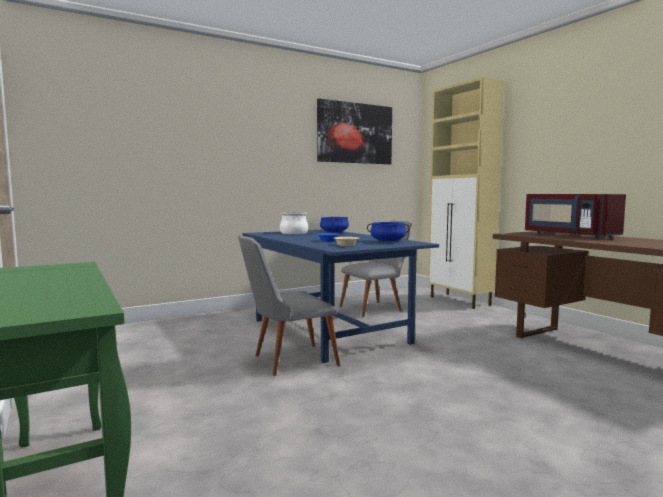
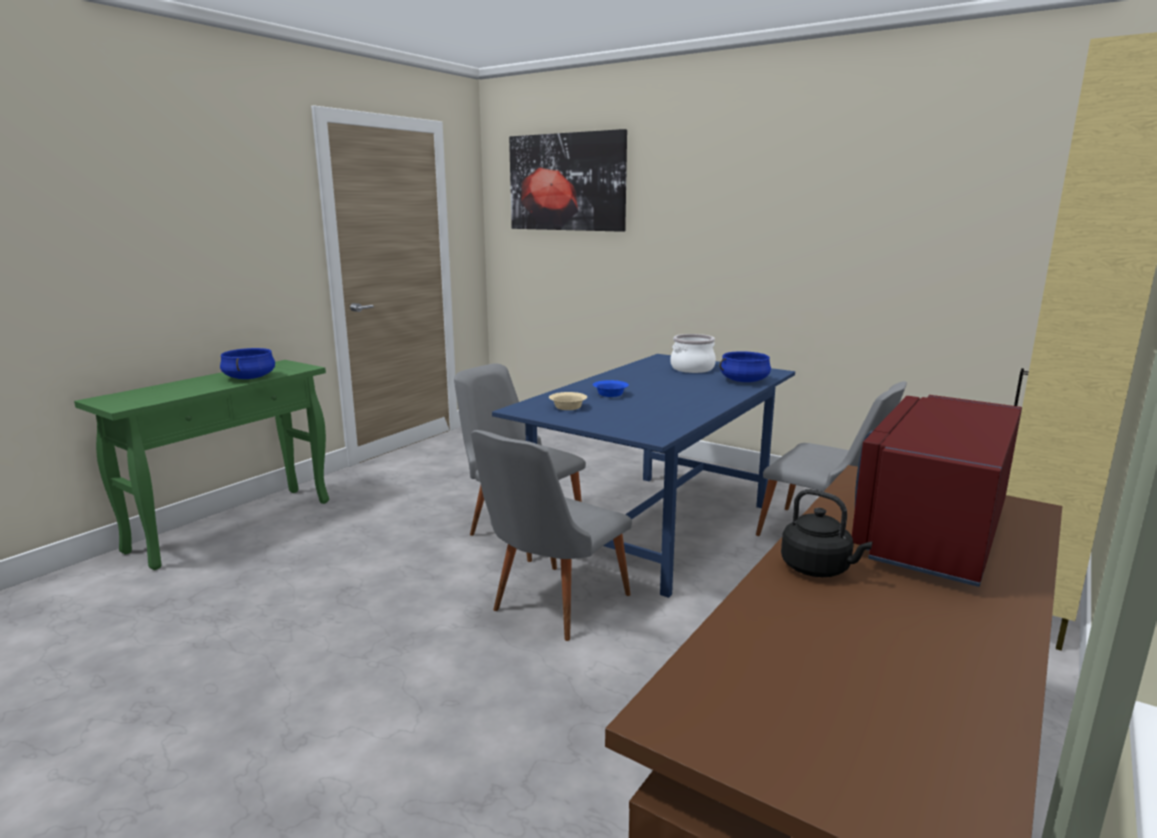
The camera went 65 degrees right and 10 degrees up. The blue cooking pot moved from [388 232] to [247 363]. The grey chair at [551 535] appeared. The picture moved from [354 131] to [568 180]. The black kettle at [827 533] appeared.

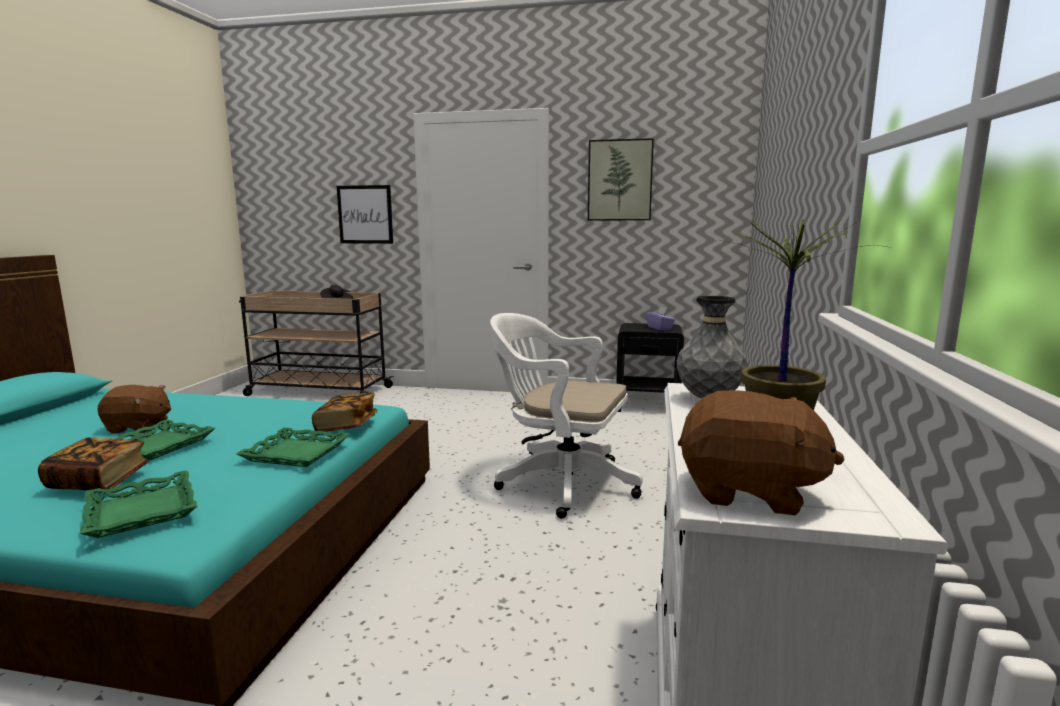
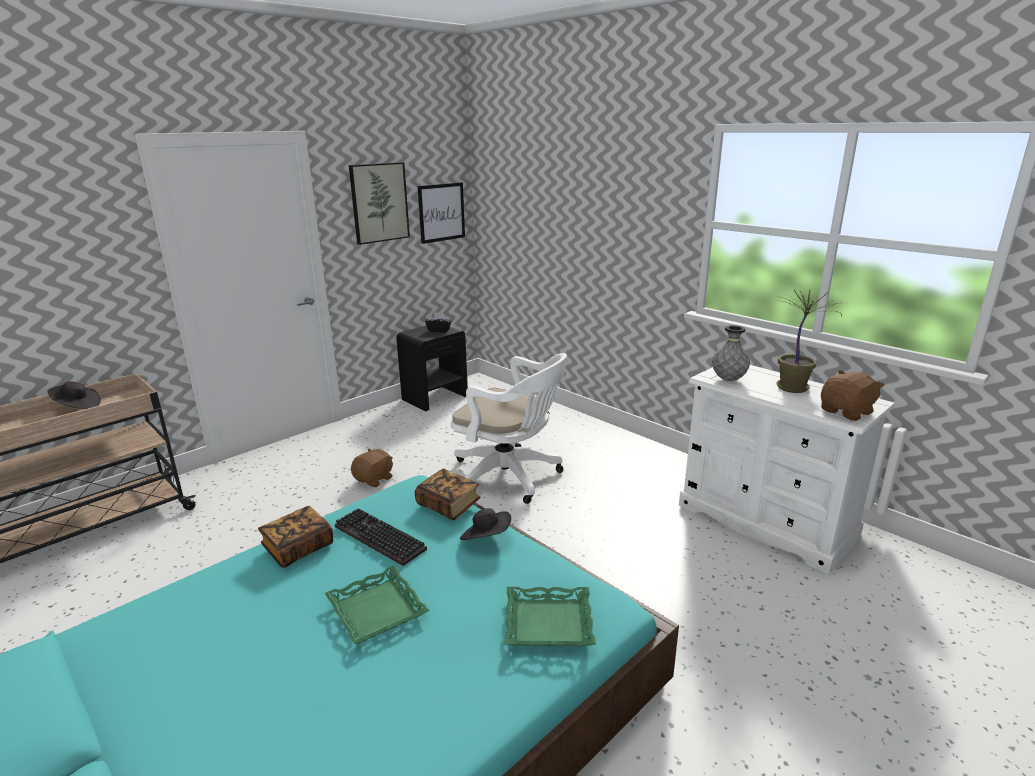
The camera went 55 degrees left and 10 degrees up. The book moved from [93 463] to [295 537]. The keyboard at [381 537] appeared. The brown plush toy moved from [134 409] to [372 467]. The picture moved from [365 214] to [441 213]. The purple tissue box at [660 318] became the black tissue box at [438 322]. The white office chair at [566 416] turned 120 degrees counterclockwise. The green tray at [293 447] was replaced by the black hat at [485 524].

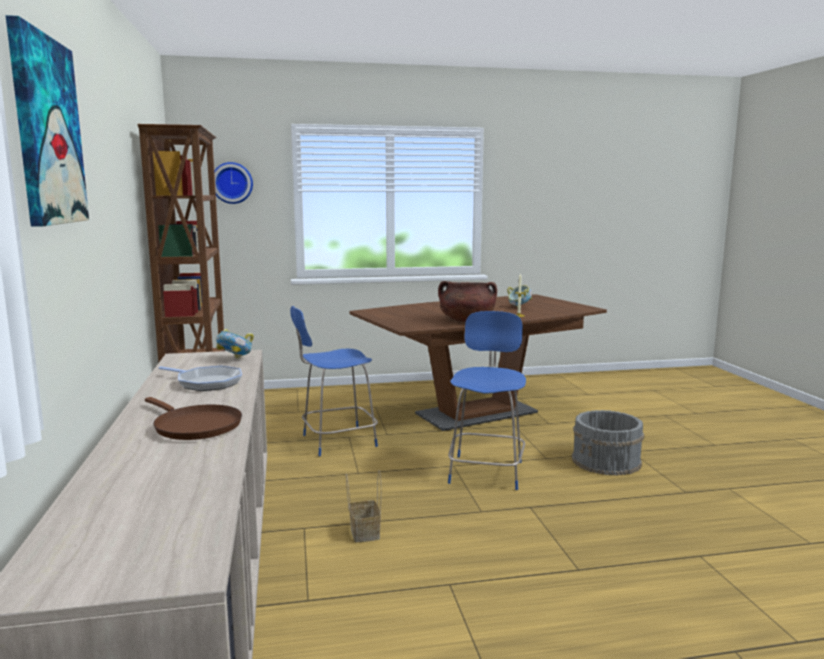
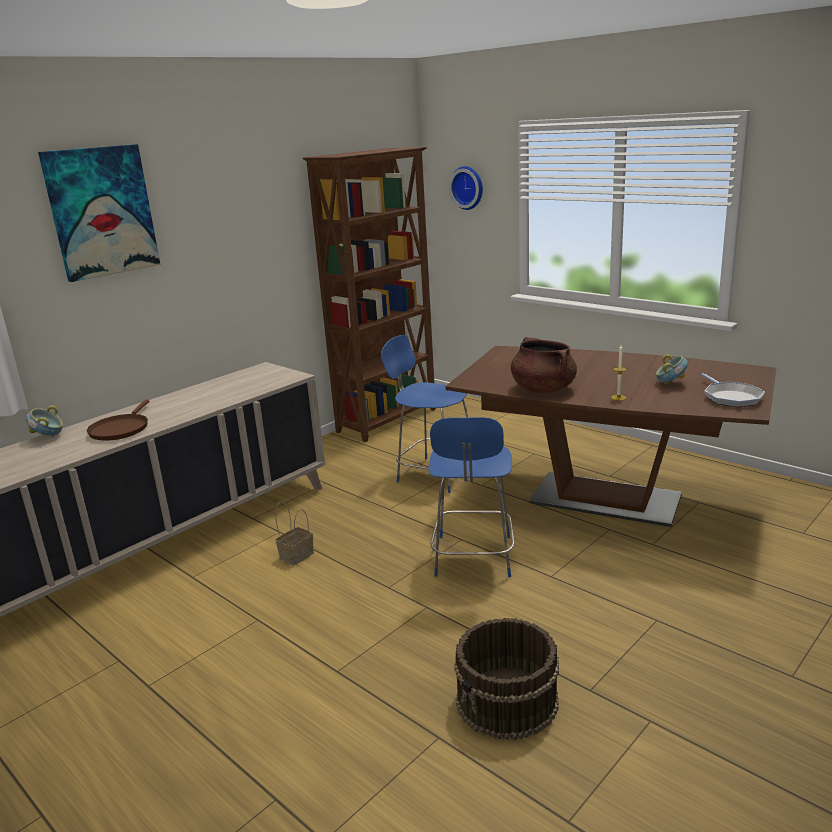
The camera went 55 degrees right and 10 degrees up. The bowl moved from [235 344] to [44 421]. The blue chair at [487 400] turned 120 degrees clockwise. The brown bucket at [506 679] appeared. The frying pan moved from [200 378] to [733 390]. The grey bucket at [608 443] disappeared.

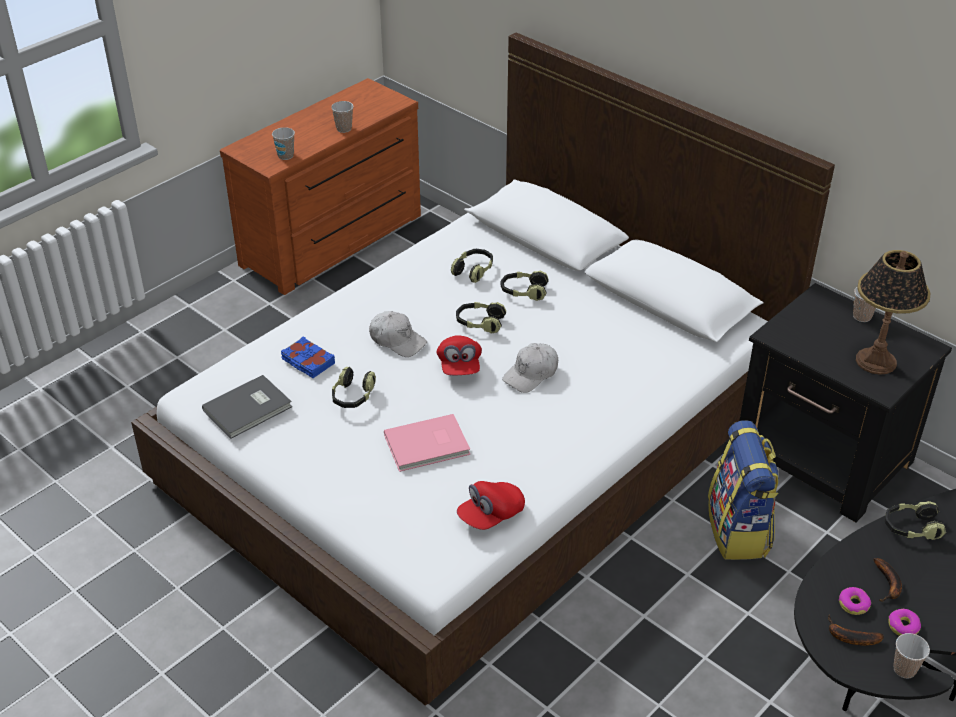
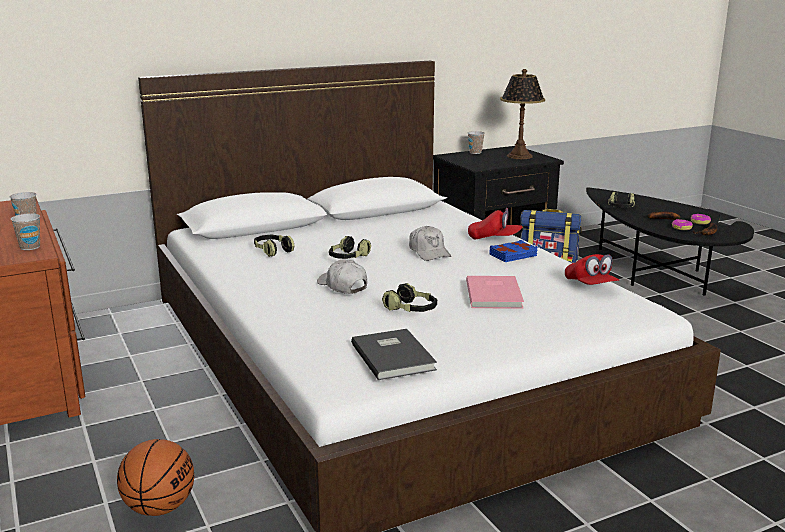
The camera went 70 degrees left and 20 degrees down. The basketball at [155 477] appeared. The white cap at [398 334] turned 90 degrees counterclockwise. The red cap moved from [459 355] to [495 224]. The blue book moved from [308 357] to [513 251]. The headphones at [524 286] disappeared. The cup at [911 656] disappeared.

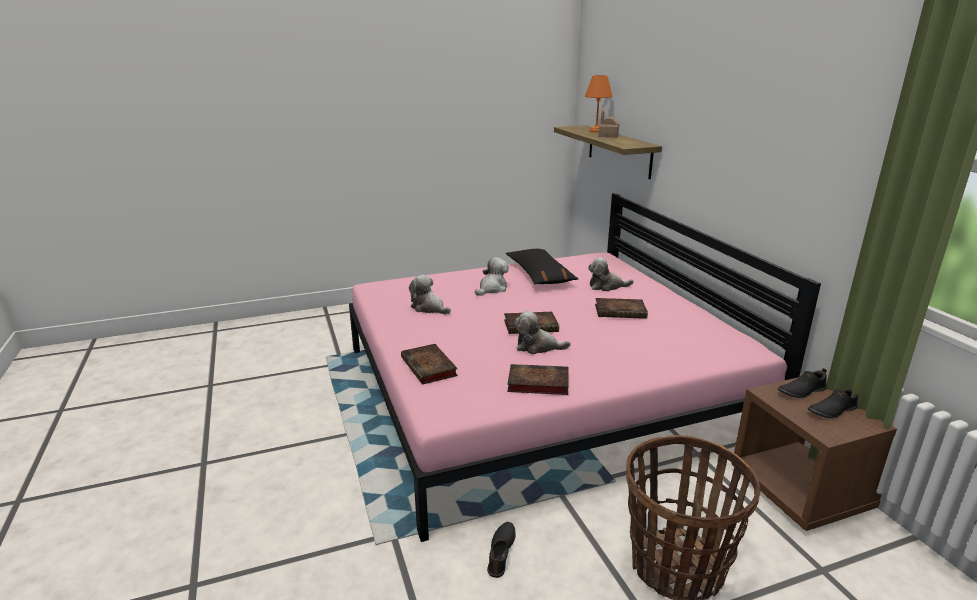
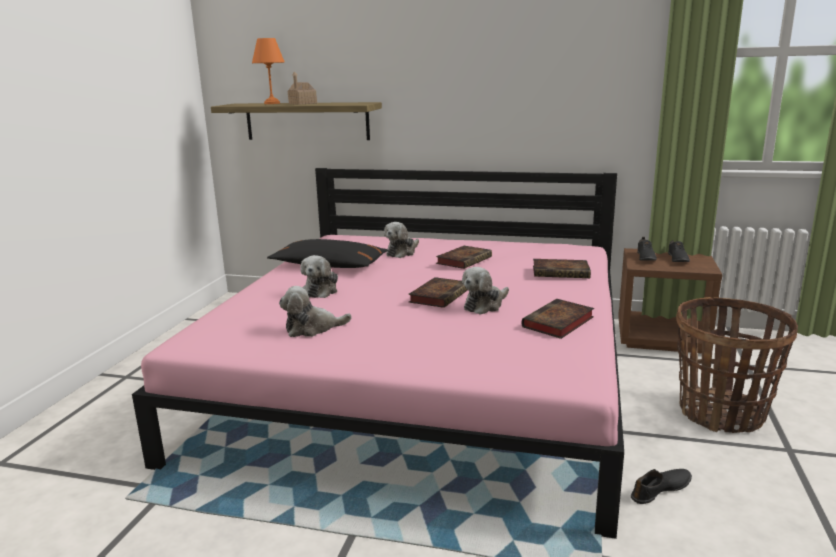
The camera went 55 degrees left and 5 degrees down. The plush toy at [492 276] turned 150 degrees counterclockwise. The book moved from [429 364] to [562 268]. The black shoe at [501 550] turned 105 degrees clockwise.

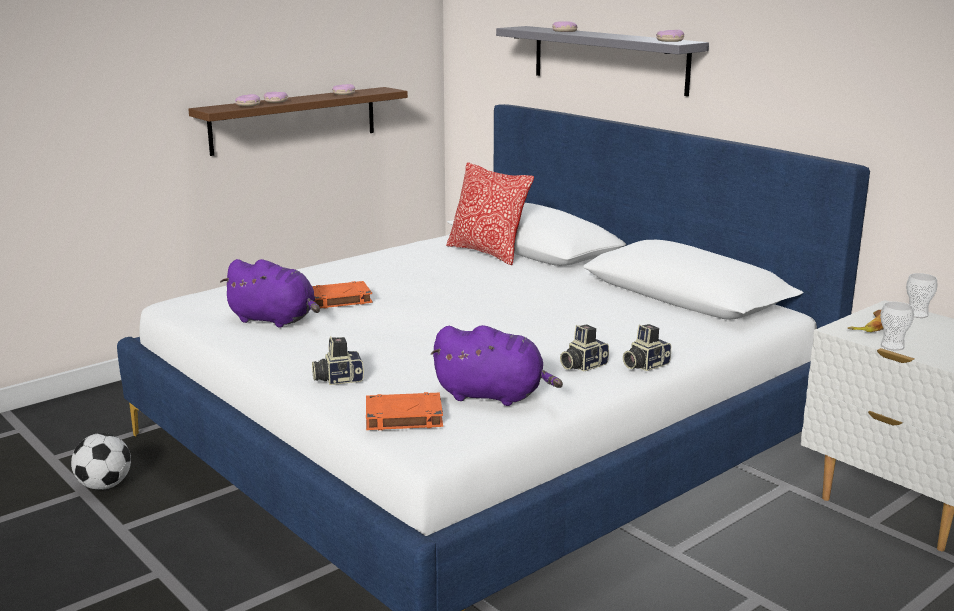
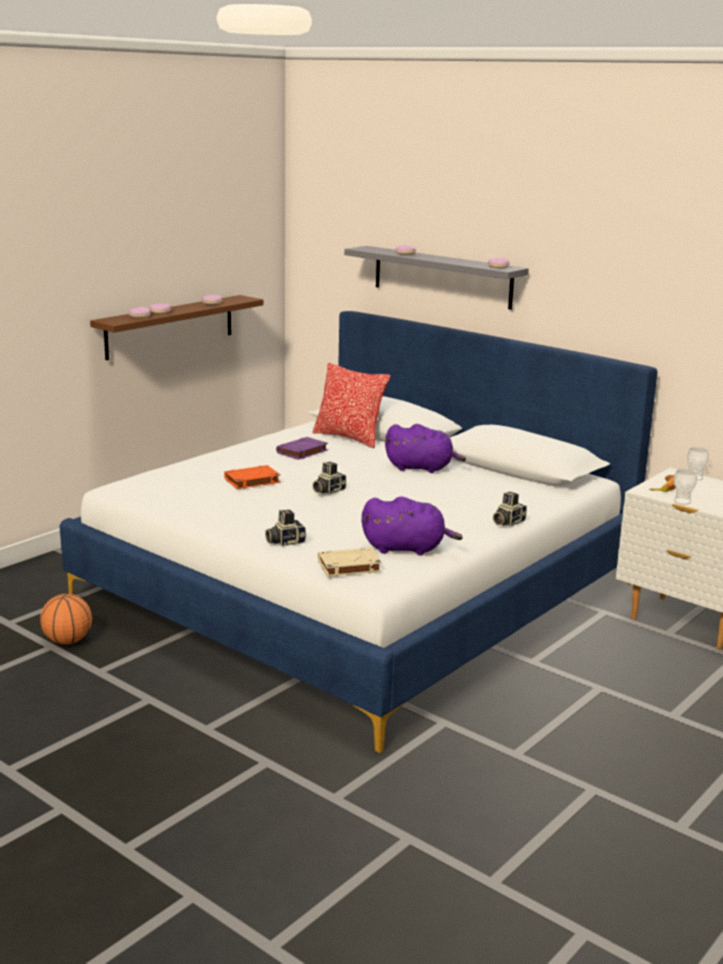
The camera went 10 degrees left and 0 degrees up. The football at [101 461] was replaced by the basketball at [66 619]. The purple book at [302 448] appeared. The photo camera moved from [584 348] to [329 478]. The orange book at [404 411] became the beige book at [350 562]. The purple plush toy moved from [270 293] to [425 448].

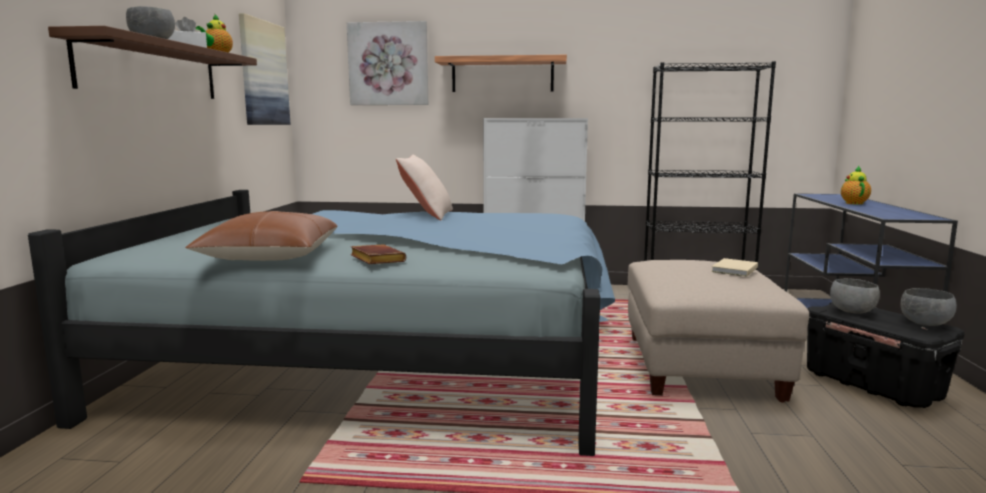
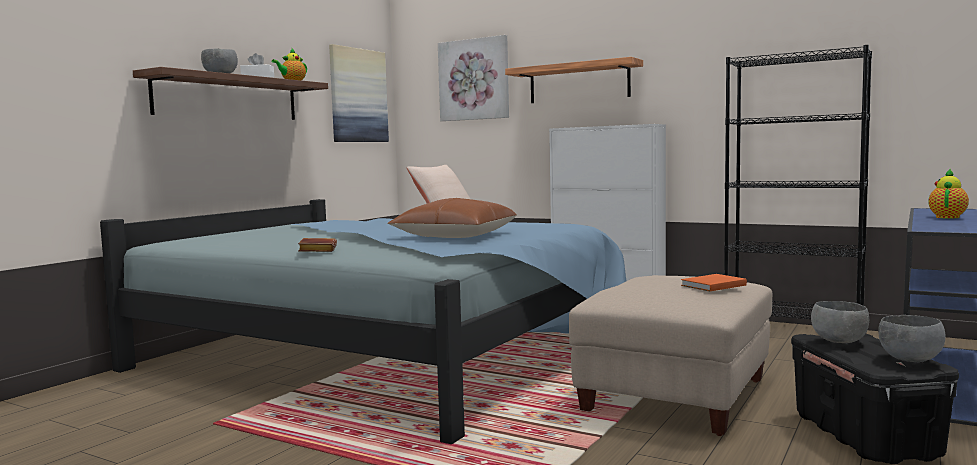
The camera went 25 degrees right and 5 degrees down. The brown pillow moved from [261 236] to [452 218]. The beige book at [734 267] became the orange book at [714 282].

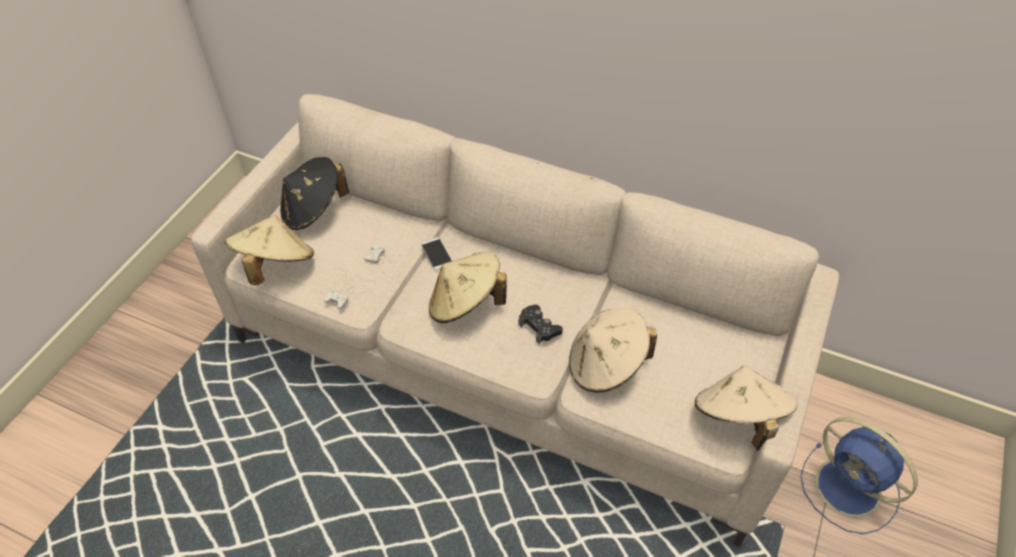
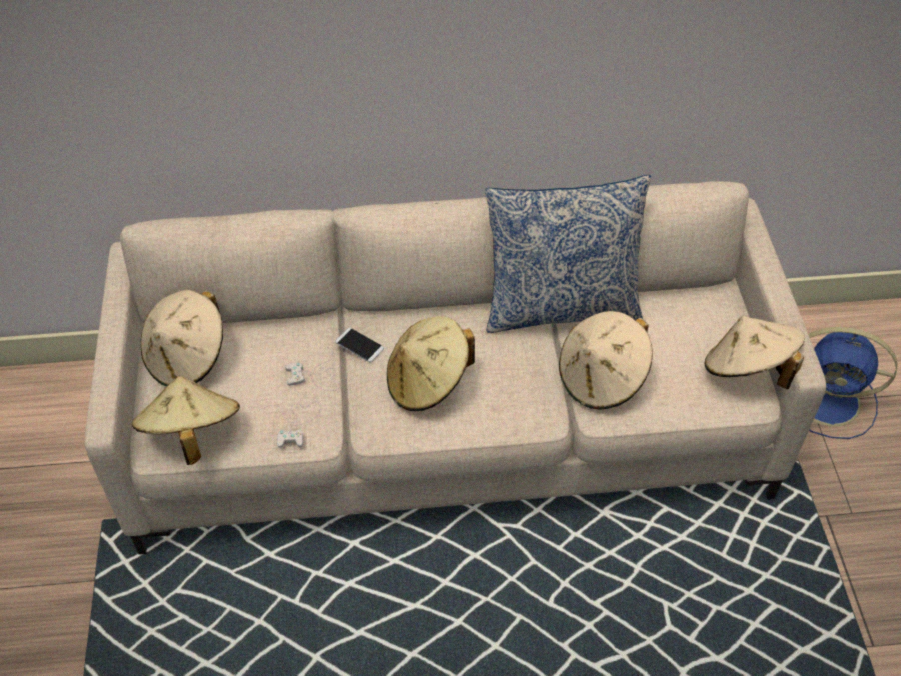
The camera went 30 degrees left and 0 degrees up. The black hat at [314 193] became the beige hat at [182 338]. The pillow at [568 254] appeared. The black game controller at [540 324] disappeared.

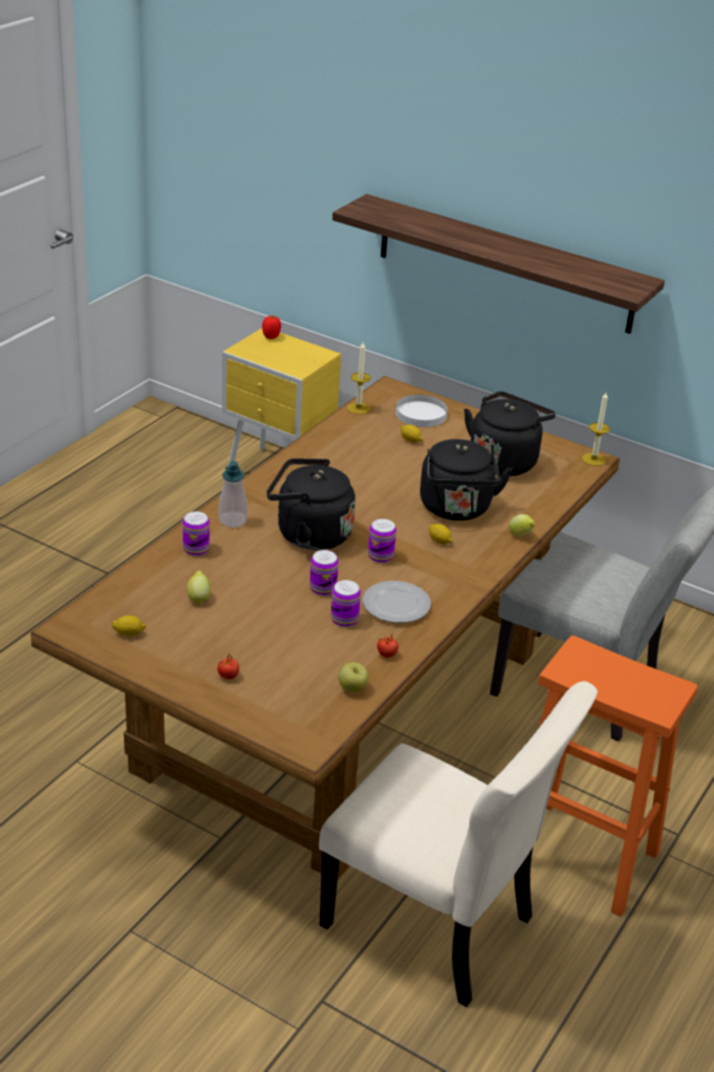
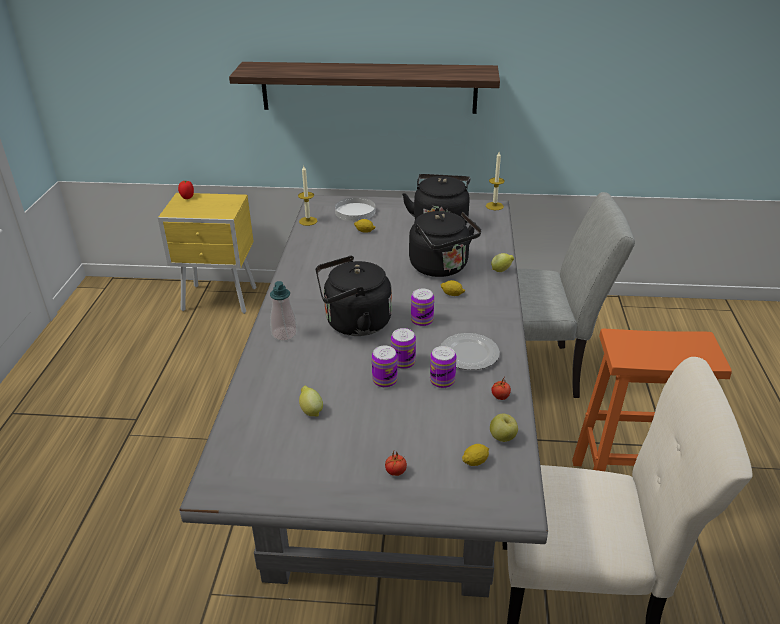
The camera went 25 degrees left and 0 degrees up. The brown dining table at [325 627] became the grey dining table at [363 396]. The can moved from [196 534] to [385 367]. The lemon moved from [128 625] to [475 455].

